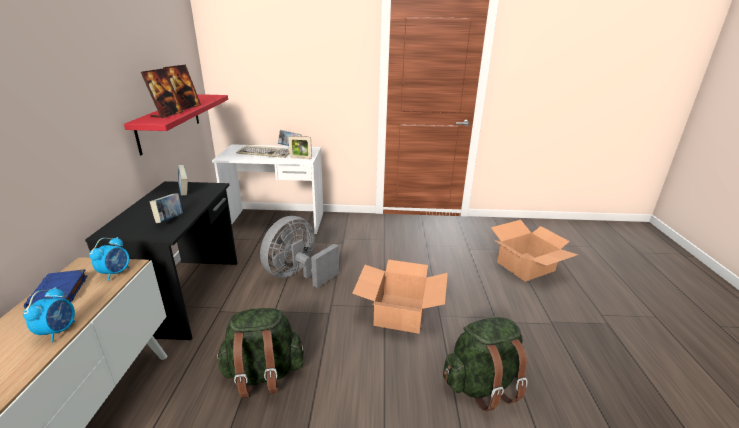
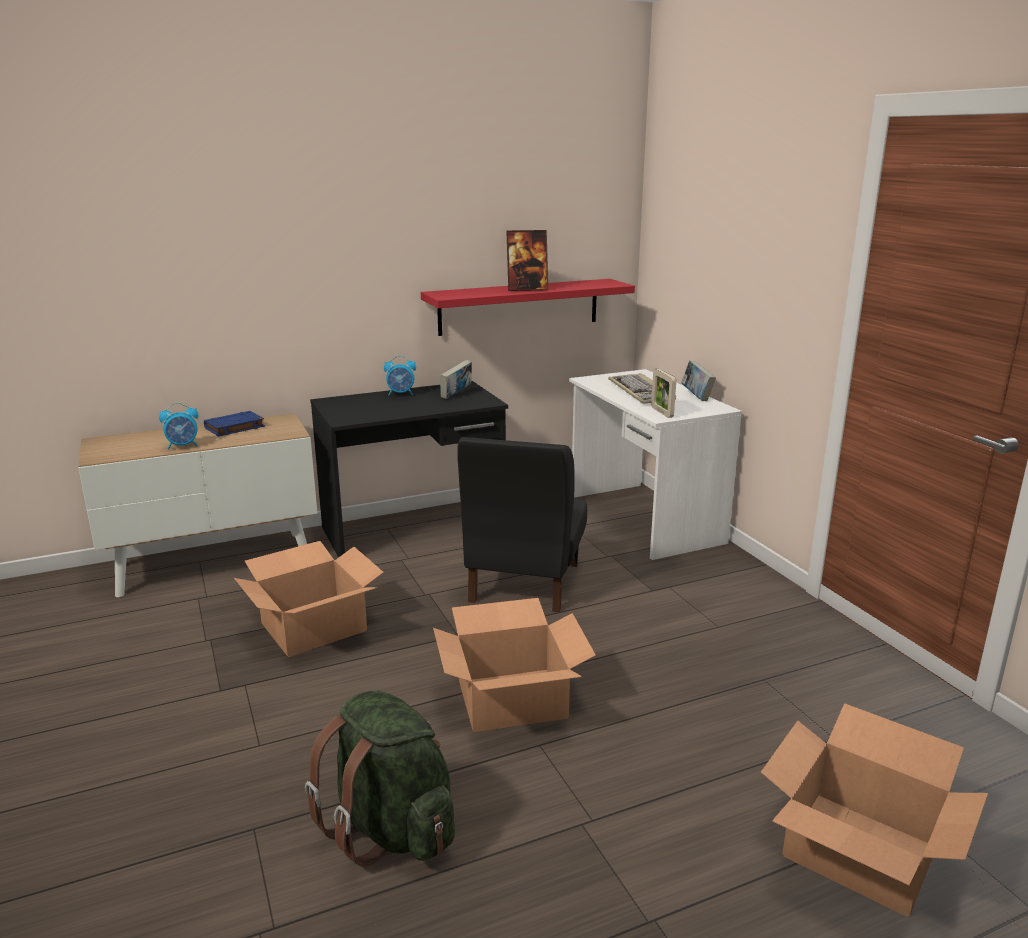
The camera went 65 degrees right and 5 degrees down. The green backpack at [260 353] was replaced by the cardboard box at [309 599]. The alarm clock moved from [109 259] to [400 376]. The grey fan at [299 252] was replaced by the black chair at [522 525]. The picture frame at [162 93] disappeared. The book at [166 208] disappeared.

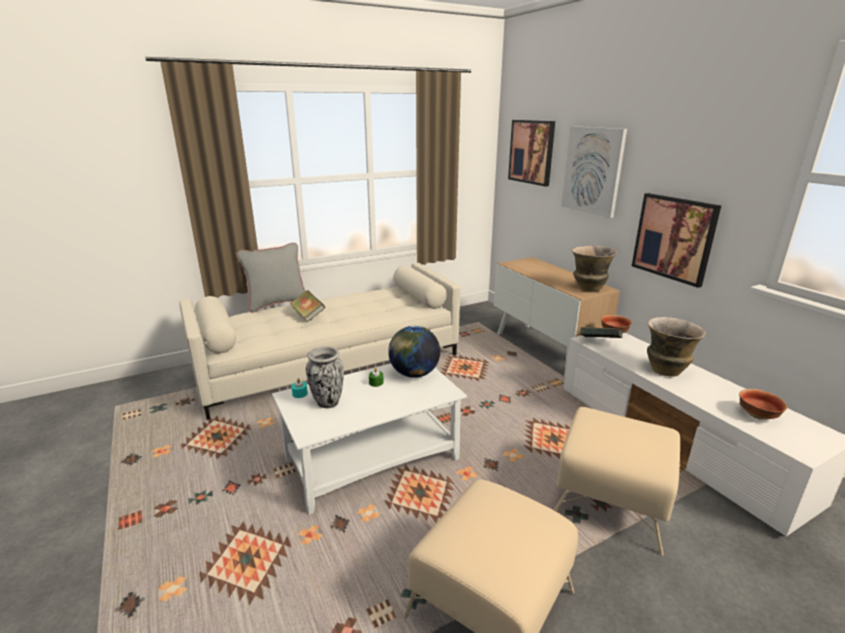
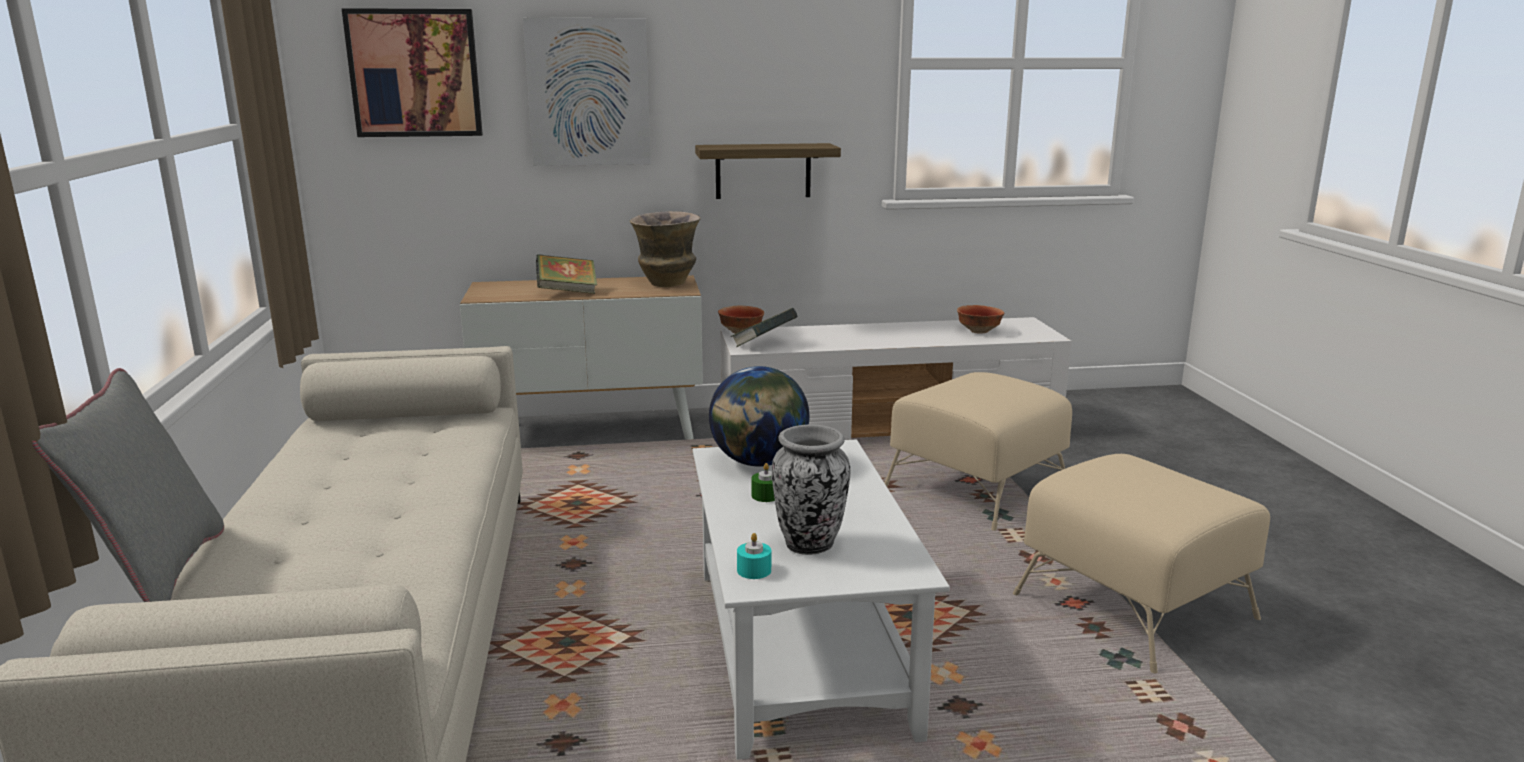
The camera went 70 degrees left and 5 degrees down. The book moved from [307 306] to [566 274]. The picture at [676 240] was replaced by the shelf at [768 171]. The vase at [676 347] disappeared.

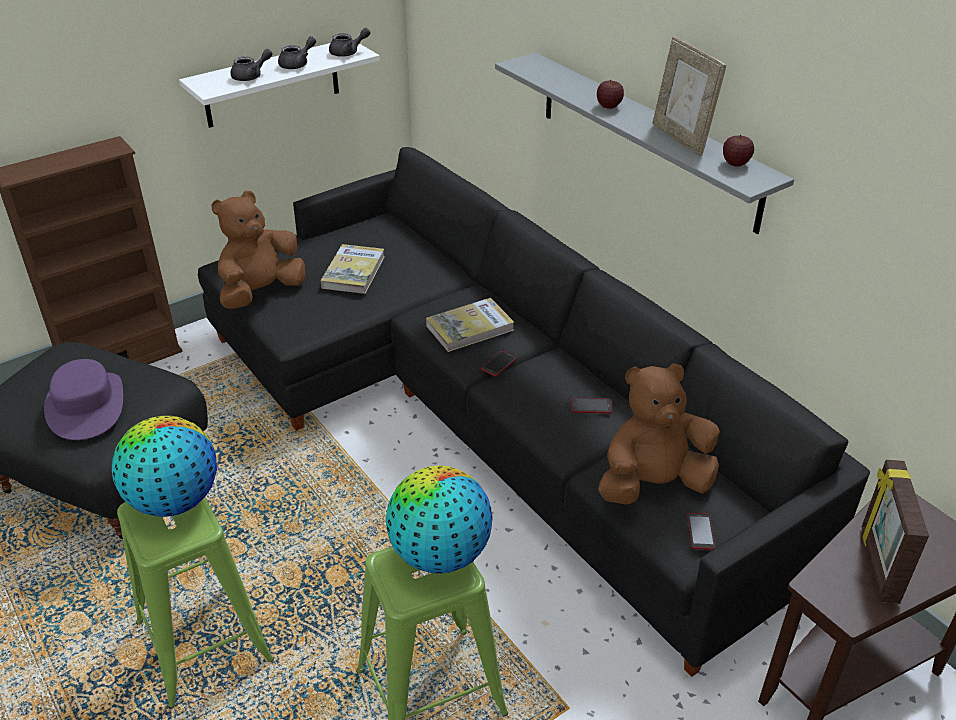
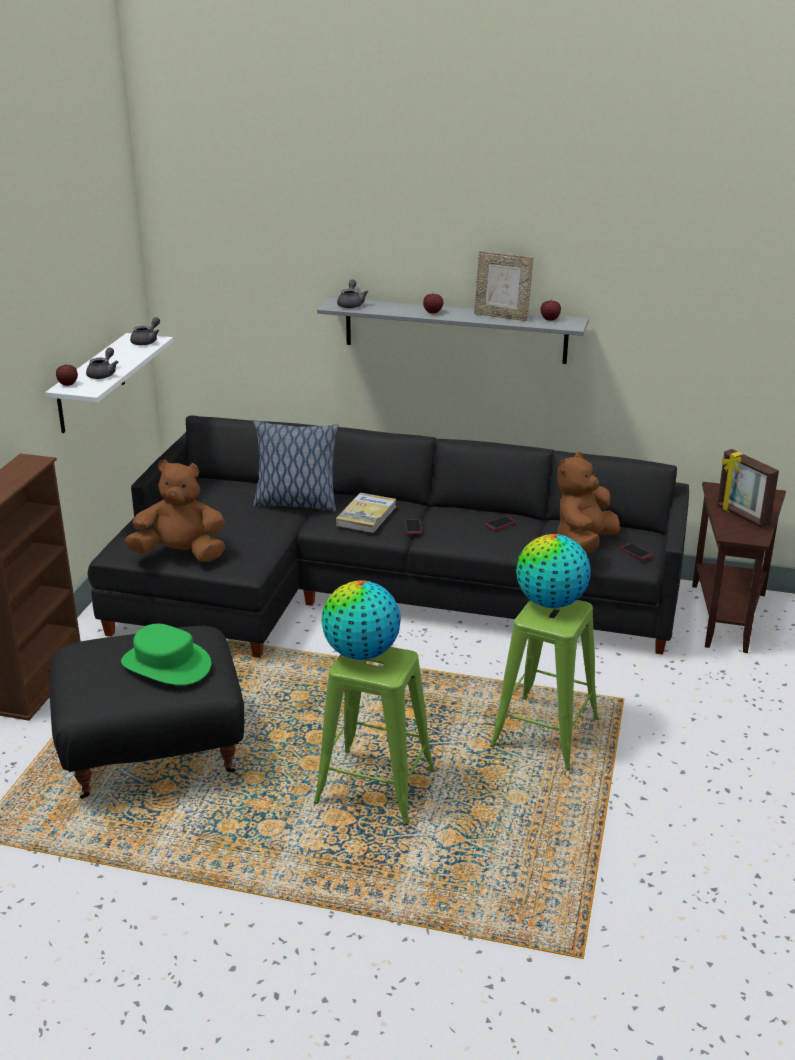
The camera went 40 degrees left and 10 degrees down. The apple at [67 375] appeared. The purple hat at [83 399] became the green hat at [166 654]. The brown plush toy at [258 250] turned 90 degrees clockwise. The pillow at [296 466] appeared. The grey teapot moved from [297 52] to [352 294]. The book at [353 269] disappeared.

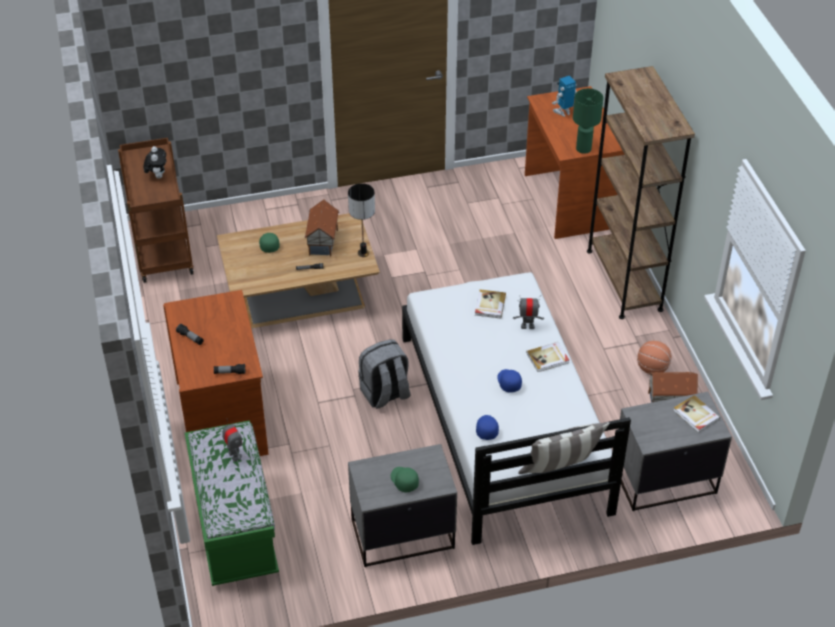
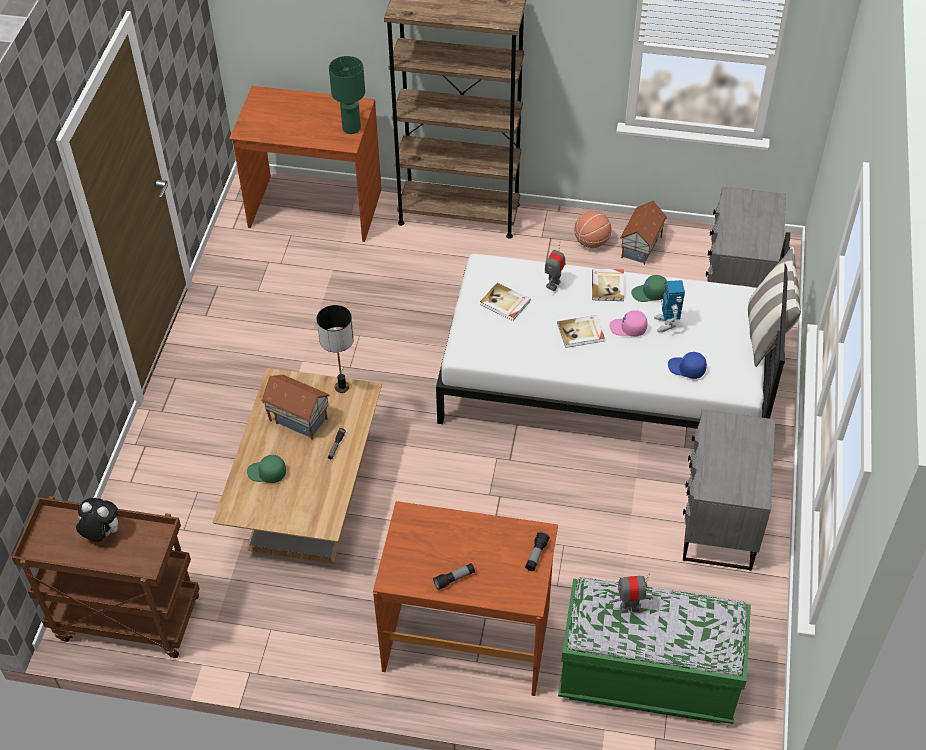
The camera went 65 degrees left and 5 degrees up. The book moved from [696 414] to [581 331]. The blue cap at [509 380] became the pink cap at [628 323]. The green cap moved from [405 480] to [649 288]. The toy robot moved from [564 96] to [669 306]. The grey backpack at [384 374] disappeared.

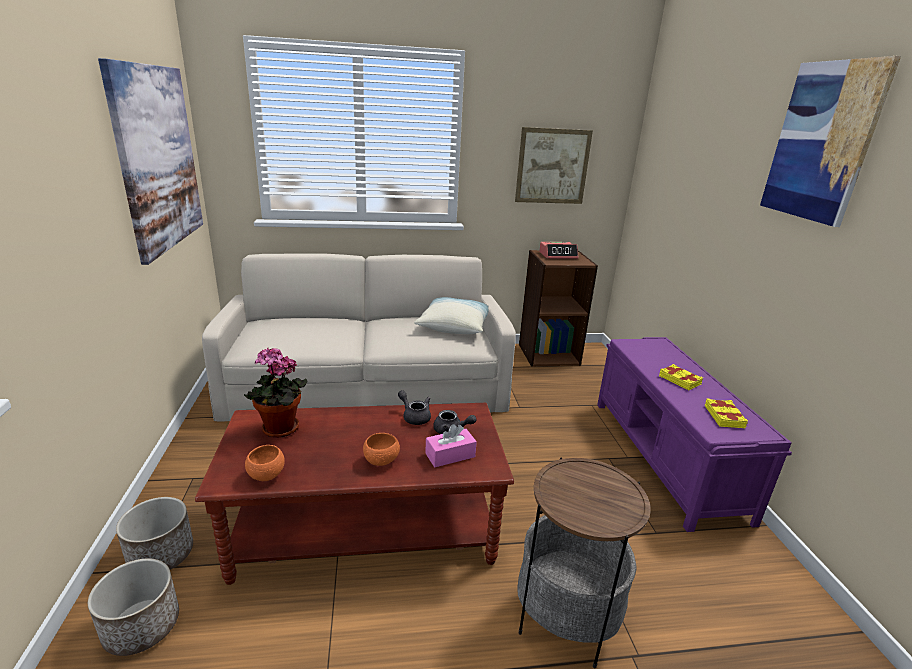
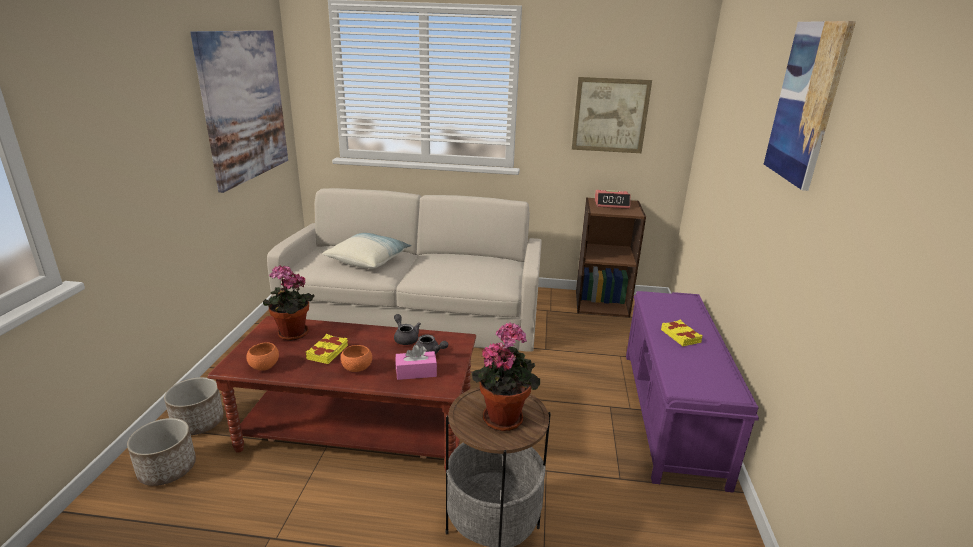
The camera went 15 degrees right and 0 degrees up. The yellow book moved from [726 413] to [327 349]. The pillow moved from [451 315] to [367 251]. The potted plant at [505 376] appeared.

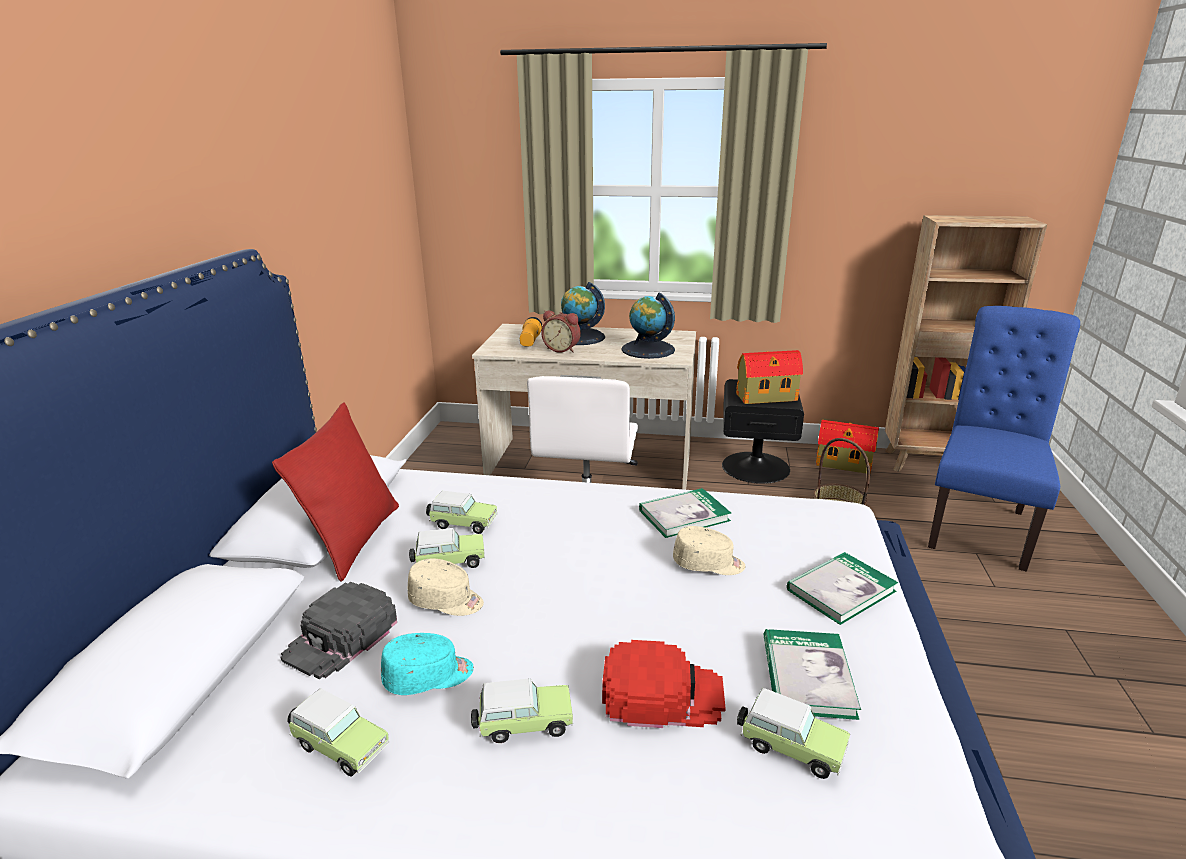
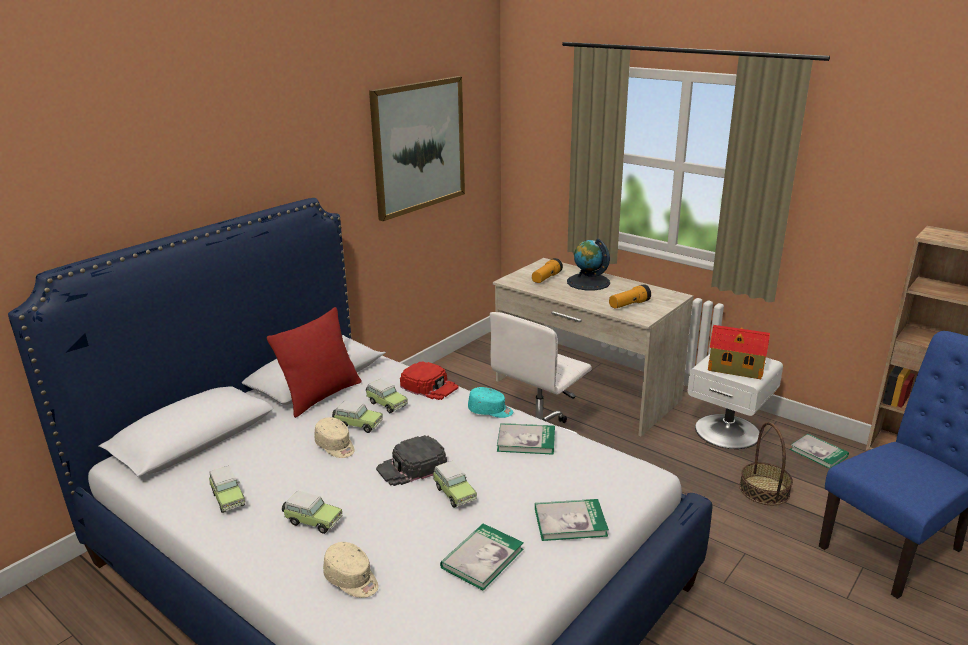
The camera went 30 degrees right and 0 degrees up. The beige cap moved from [709 550] to [351 570]. The picture at [417 148] appeared. The black cap moved from [338 630] to [411 460]. The red cap moved from [664 684] to [429 380]. The toy car moved from [793 733] to [455 484]. The turquoise cap moved from [427 664] to [490 402]. The globe at [648 326] was replaced by the flashlight at [630 296]. The black nightstand at [763 431] became the white nightstand at [735 401]. The toy house at [847 447] was replaced by the book at [819 451]. The alarm clock at [561 331] disappeared.

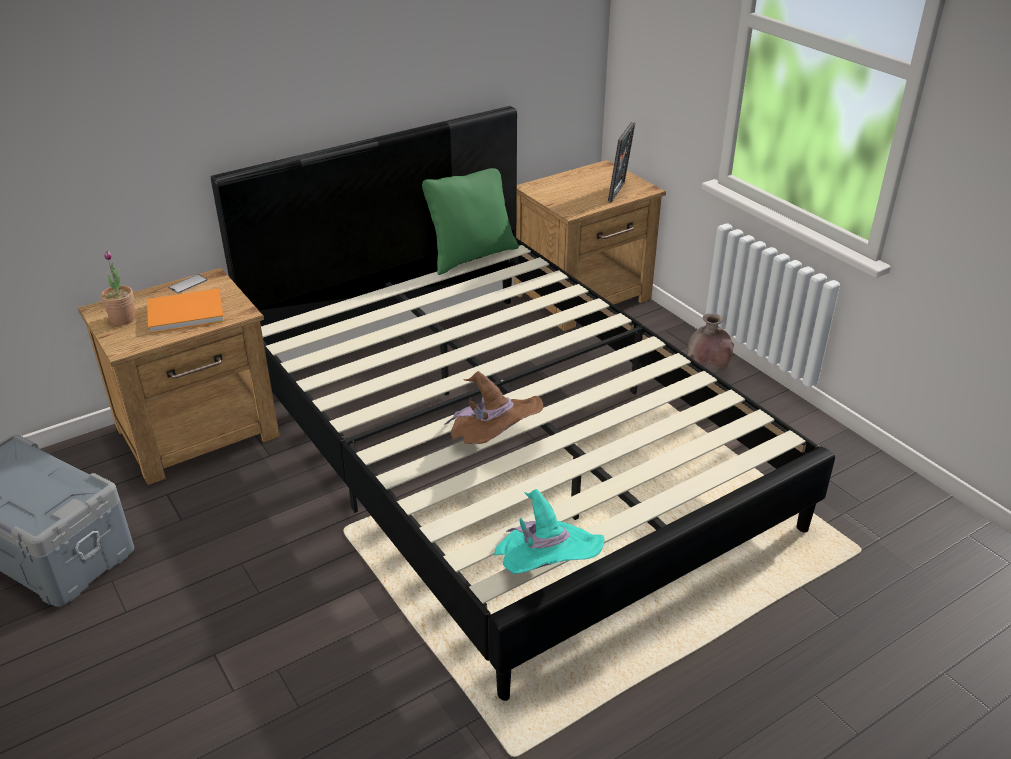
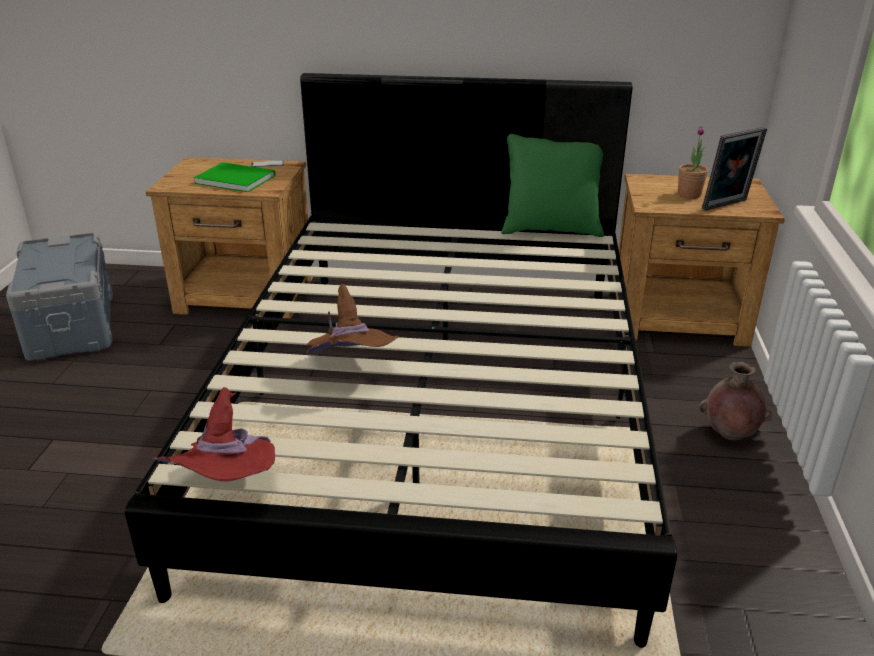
The camera went 40 degrees right and 5 degrees down. The turquoise hat at [549 531] became the red hat at [213 434]. The orange book at [185 310] became the green book at [234 177]. The potted plant moved from [118 288] to [693 162].

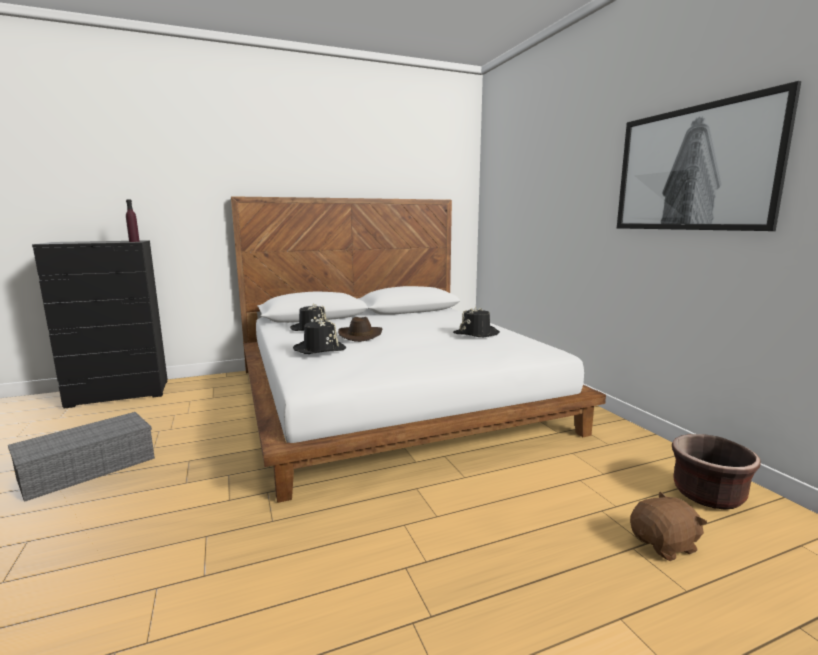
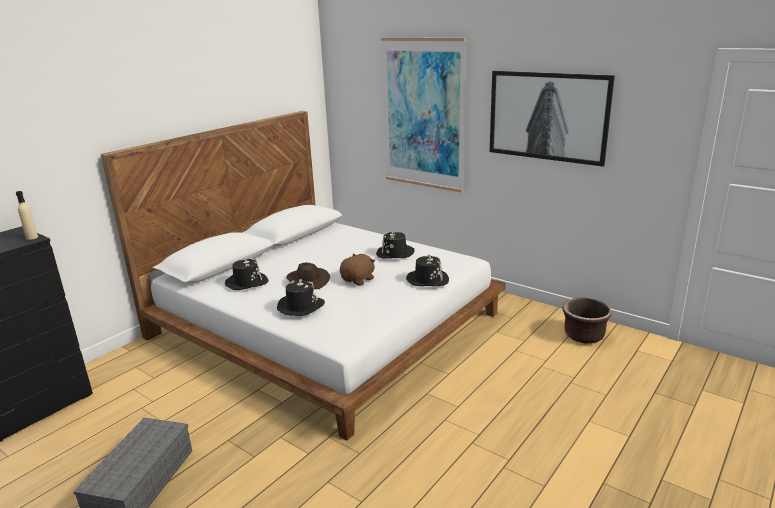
The camera went 30 degrees left and 10 degrees up. The purple bottle at [133 220] became the beige bottle at [27 215]. The brown plush toy moved from [668 526] to [357 270]. The picture at [423 115] appeared. The black hat at [427 270] appeared.

